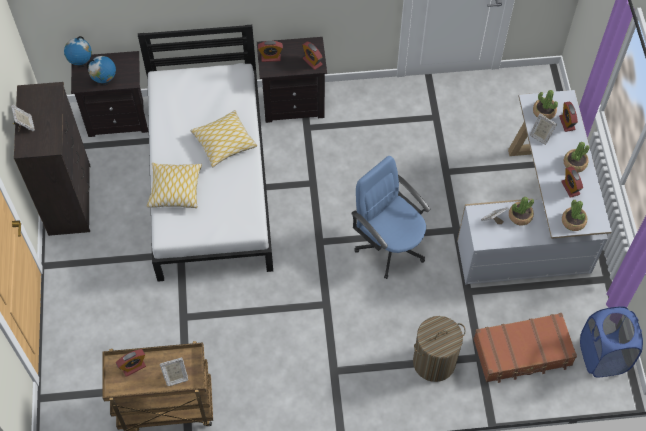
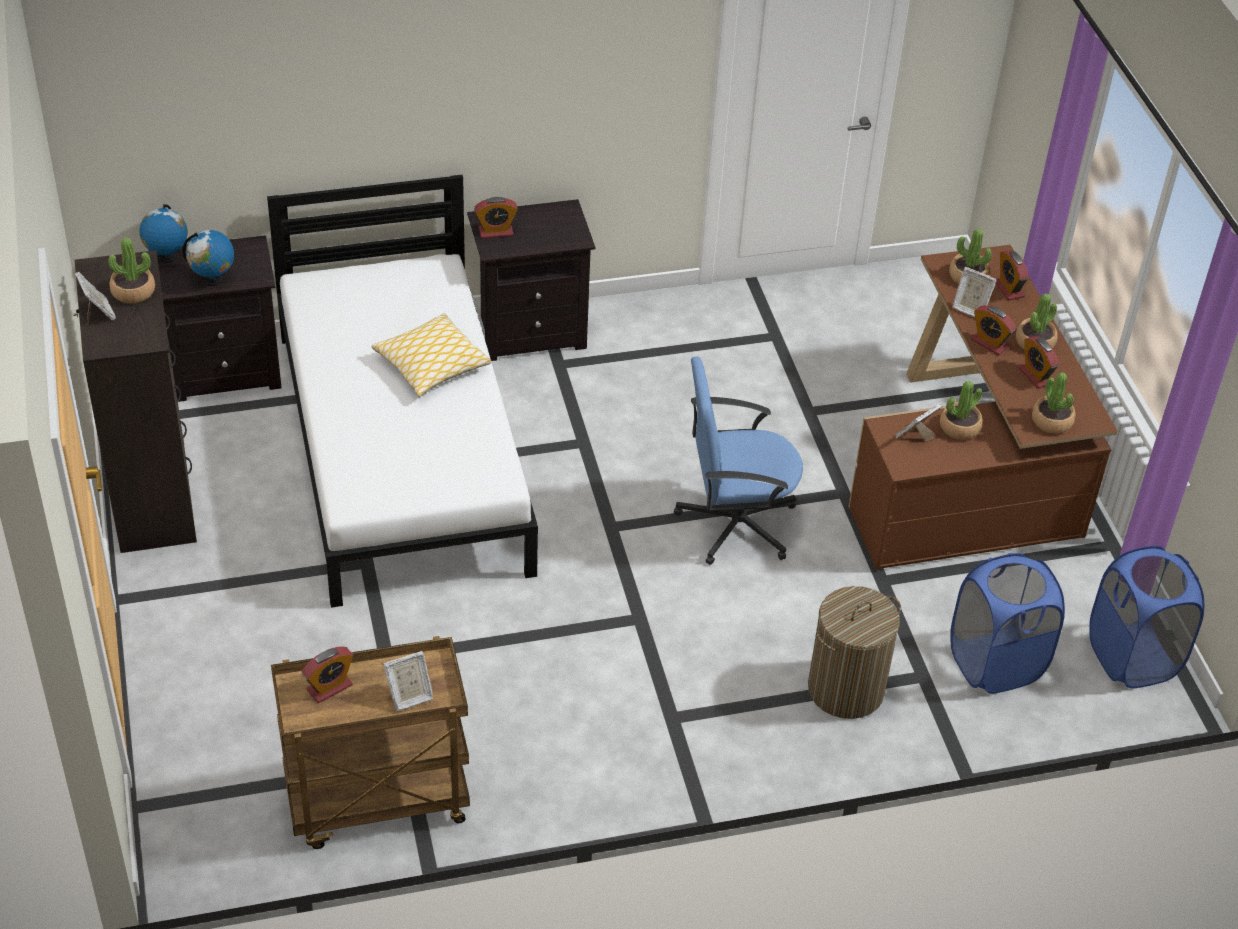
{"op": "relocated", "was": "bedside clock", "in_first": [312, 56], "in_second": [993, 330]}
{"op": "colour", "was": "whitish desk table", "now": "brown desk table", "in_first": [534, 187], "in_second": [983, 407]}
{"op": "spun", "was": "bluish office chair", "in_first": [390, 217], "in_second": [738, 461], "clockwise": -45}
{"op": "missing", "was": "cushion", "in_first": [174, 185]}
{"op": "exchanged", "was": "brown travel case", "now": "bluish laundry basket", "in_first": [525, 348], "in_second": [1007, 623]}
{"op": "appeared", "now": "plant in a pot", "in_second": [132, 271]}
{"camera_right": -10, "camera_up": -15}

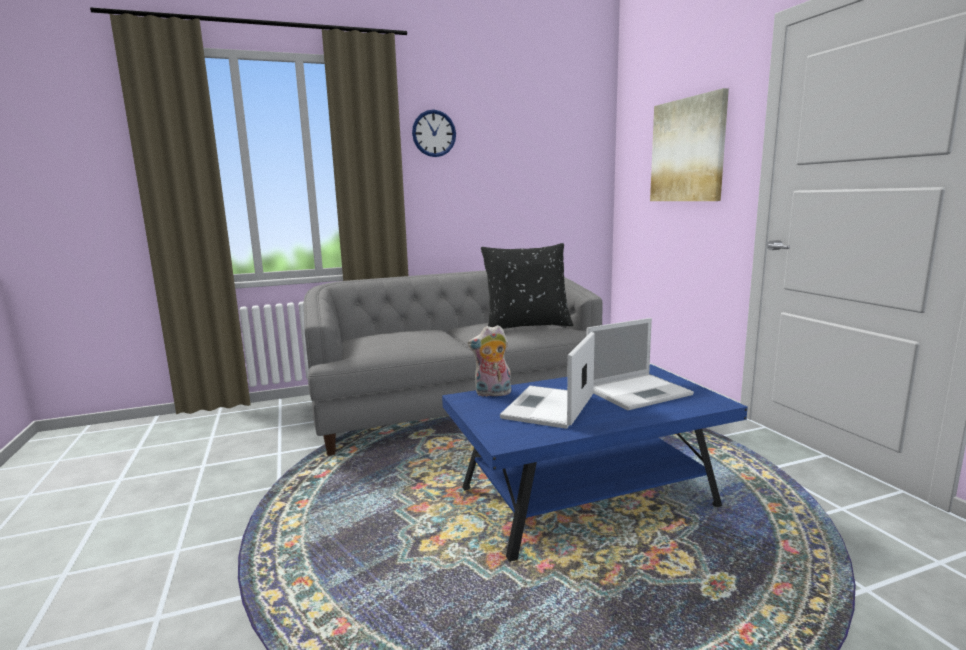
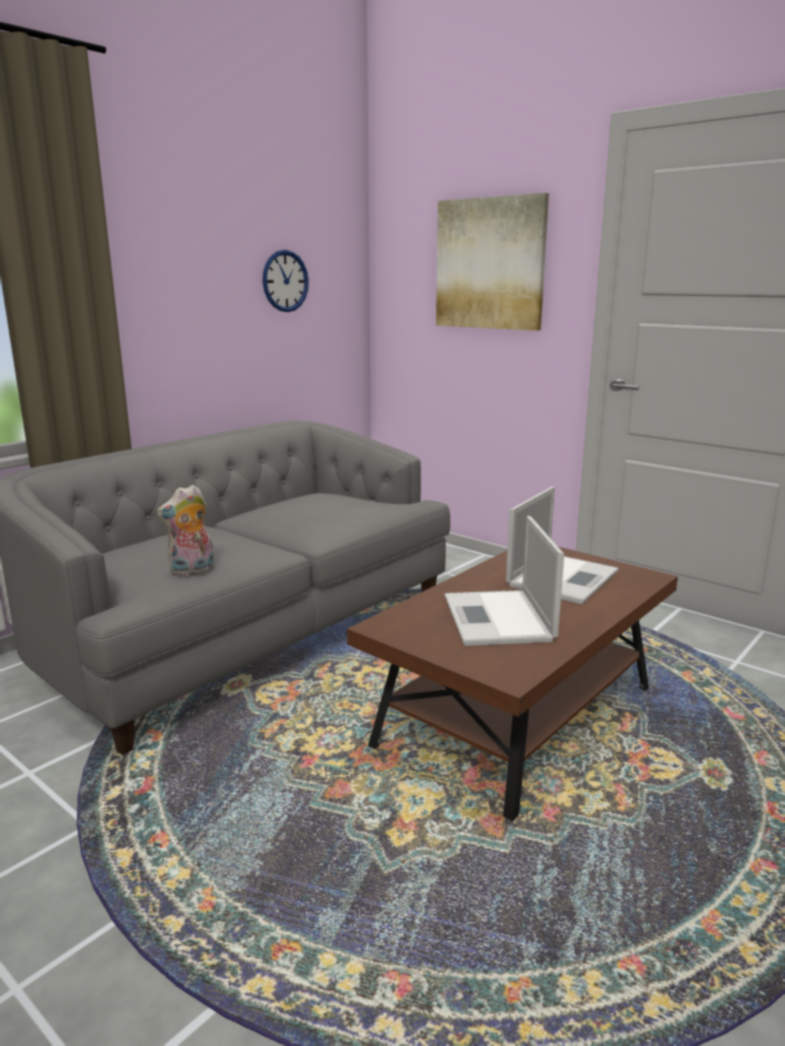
{"op": "relocated", "was": "wall clock", "in_first": [434, 133], "in_second": [286, 281]}
{"op": "missing", "was": "black cushion", "in_first": [527, 286]}
{"op": "relocated", "was": "cuddly toy", "in_first": [489, 361], "in_second": [185, 530]}
{"op": "colour", "was": "bluish coffee table", "now": "brown coffee table", "in_first": [595, 463], "in_second": [512, 684]}
{"camera_right": -30, "camera_up": 5}

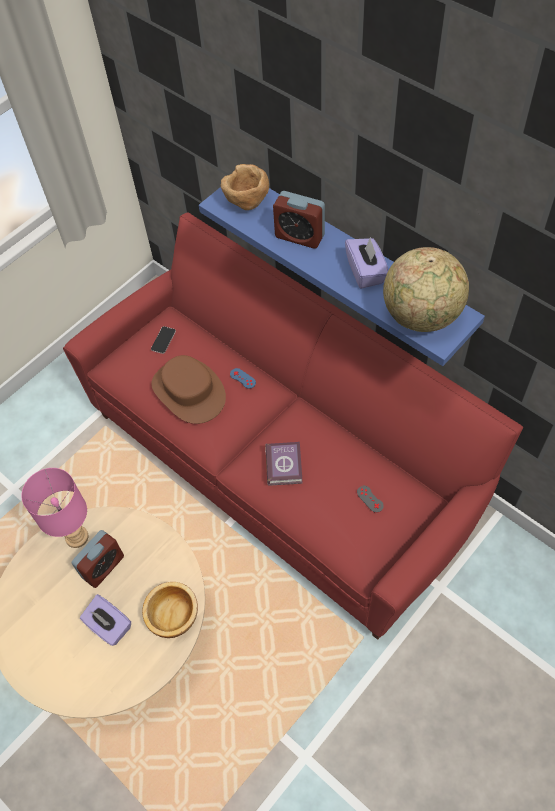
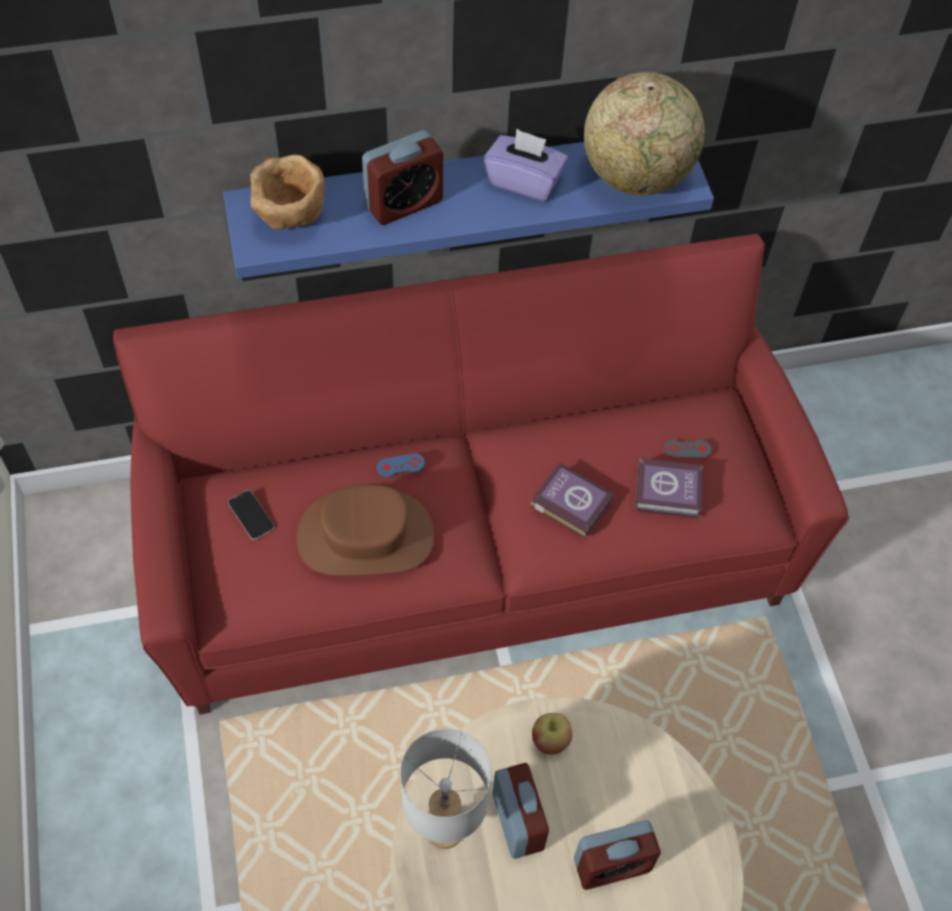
{"op": "colour", "was": "pink-coloured lamp for a table", "now": "grey lamp for a table", "in_first": [55, 508], "in_second": [446, 788]}
{"op": "missing", "was": "deep dish", "in_first": [170, 610]}
{"op": "exchanged", "was": "purple-coloured box of tissues", "now": "bedside clock", "in_first": [105, 620], "in_second": [617, 855]}
{"op": "appeared", "now": "volume", "in_second": [669, 488]}
{"op": "appeared", "now": "apple", "in_second": [552, 734]}
{"camera_right": -60, "camera_up": 0}

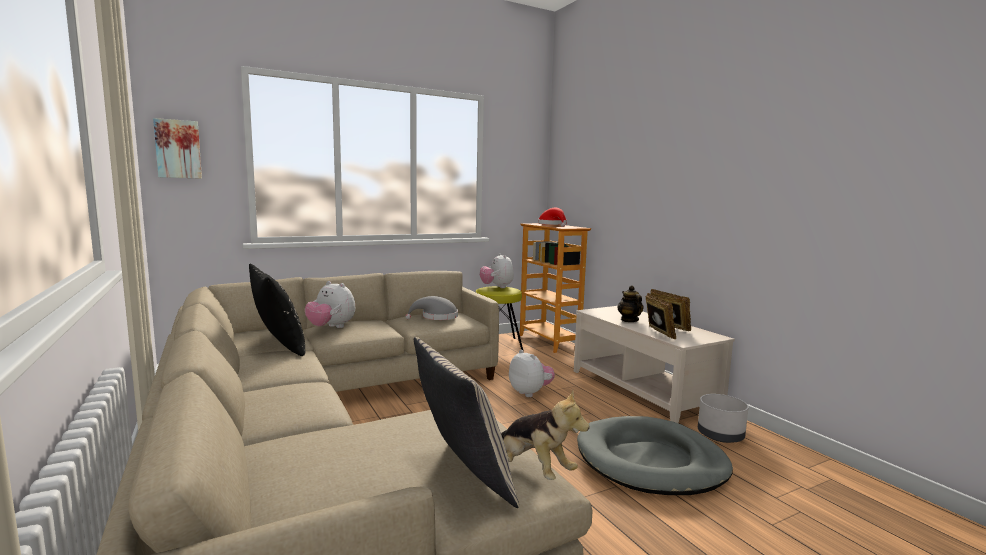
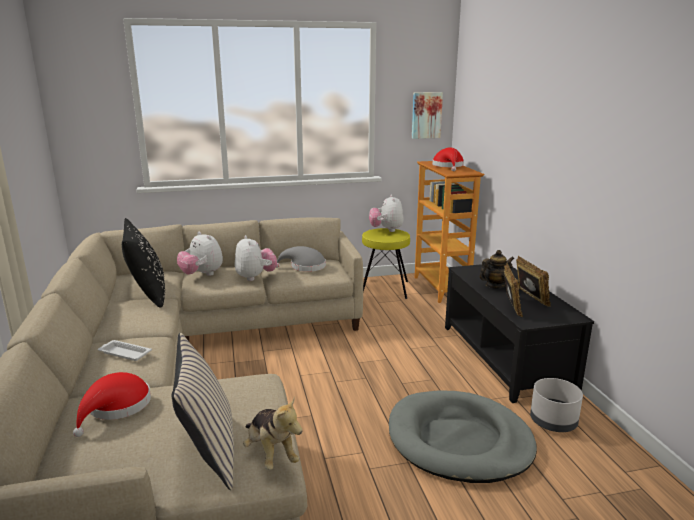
{"op": "relocated", "was": "wall art", "in_first": [177, 148], "in_second": [427, 115]}
{"op": "spun", "was": "tea pot", "in_first": [631, 303], "in_second": [496, 269], "clockwise": 60}
{"op": "colour", "was": "sand-coloured coffee table", "now": "black coffee table", "in_first": [654, 364], "in_second": [519, 333]}
{"op": "relocated", "was": "cuddly toy", "in_first": [532, 373], "in_second": [256, 258]}
{"op": "appeared", "now": "whitish serving tray", "in_second": [125, 350]}
{"op": "appeared", "now": "reddish wearable hat", "in_second": [112, 404]}
{"camera_right": 15, "camera_up": 10}

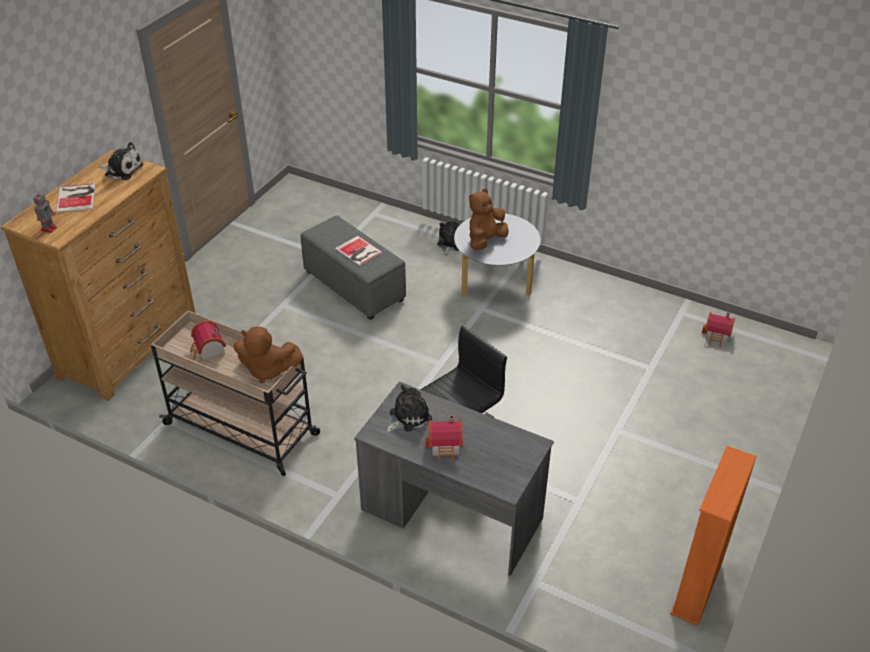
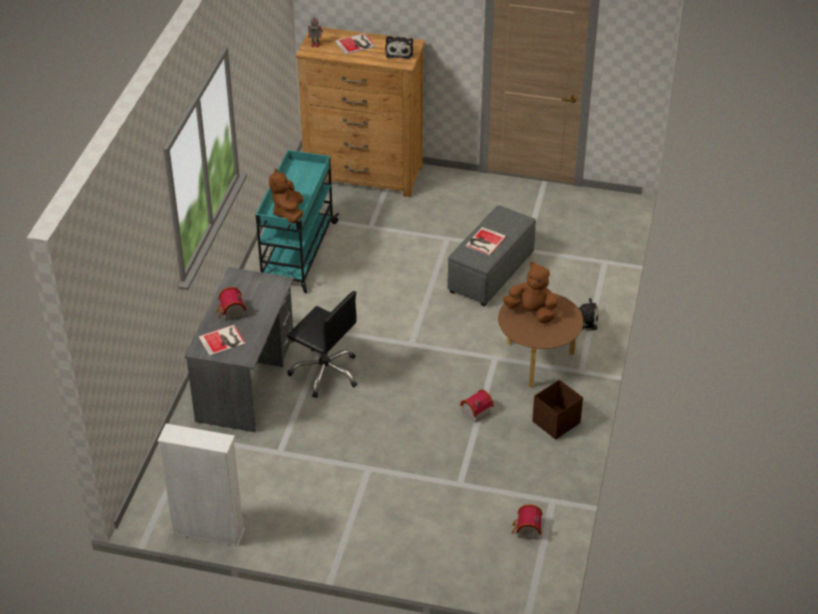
{"op": "colour", "was": "grey coffee table", "now": "brown coffee table", "in_first": [497, 255], "in_second": [540, 340]}
{"op": "colour", "was": "sand-coloured wheeled cart", "now": "turquoise-coloured wheeled cart", "in_first": [235, 393], "in_second": [297, 221]}
{"op": "relocated", "was": "model house", "in_first": [208, 341], "in_second": [477, 406]}
{"op": "missing", "was": "cuddly toy", "in_first": [409, 408]}
{"op": "colour", "was": "orangey bookcase", "now": "whitish bookcase", "in_first": [713, 536], "in_second": [201, 485]}
{"op": "appeared", "now": "volume", "in_second": [222, 340]}
{"op": "appeared", "now": "brown storage box", "in_second": [557, 410]}
{"camera_right": 75, "camera_up": 0}

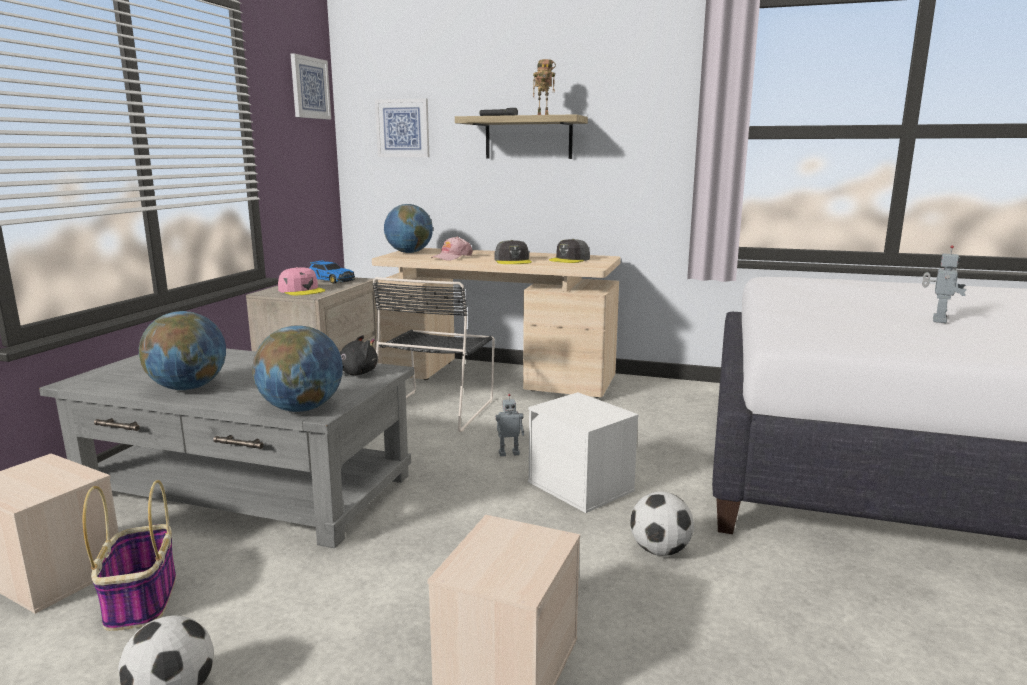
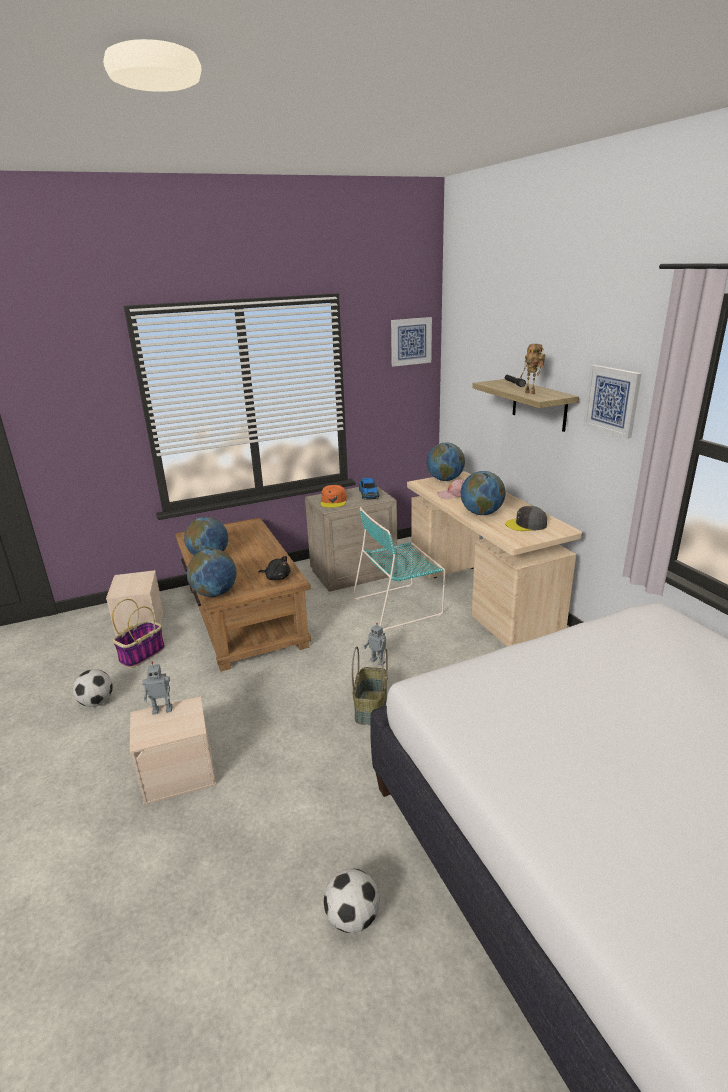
{"op": "relocated", "was": "wall art", "in_first": [402, 127], "in_second": [612, 402]}
{"op": "exchanged", "was": "grey cap", "now": "desk globe", "in_first": [513, 252], "in_second": [483, 493]}
{"op": "relocated", "was": "model robot", "in_first": [944, 284], "in_second": [157, 688]}
{"op": "colour", "was": "pink-coloured cap", "now": "orangey cap", "in_first": [301, 281], "in_second": [333, 496]}
{"op": "colour", "was": "black chair", "now": "turquoise-coloured chair", "in_first": [433, 354], "in_second": [399, 569]}
{"op": "colour", "was": "grey coffee table", "now": "brown coffee table", "in_first": [226, 448], "in_second": [243, 595]}
{"op": "exchanged", "was": "whitish storage box", "now": "household basket", "in_first": [583, 452], "in_second": [370, 685]}
{"op": "relocated", "was": "ball for football", "in_first": [662, 523], "in_second": [352, 900]}
{"camera_right": 50, "camera_up": 10}

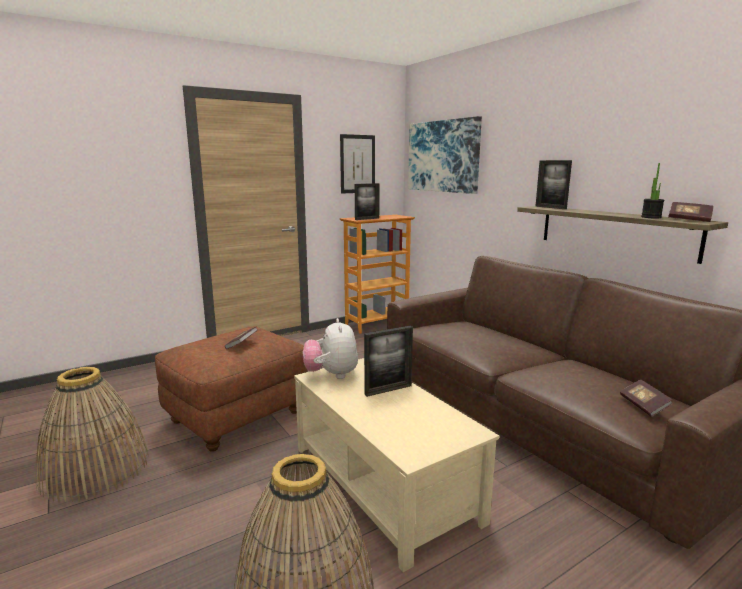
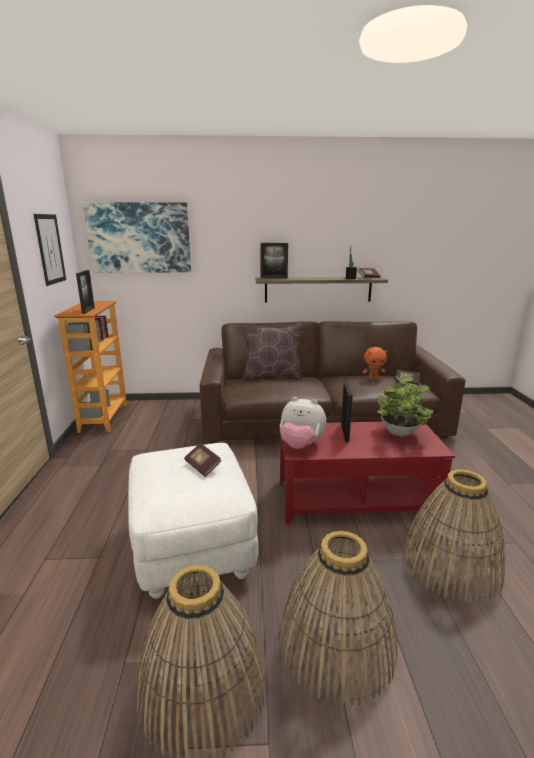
{"op": "colour", "was": "brown pouffe", "now": "whitish pouffe", "in_first": [231, 389], "in_second": [193, 521]}
{"op": "colour", "was": "sand-coloured coffee table", "now": "reddish coffee table", "in_first": [396, 465], "in_second": [367, 473]}
{"op": "appeared", "now": "brown cushion", "in_second": [273, 352]}
{"op": "appeared", "now": "orangey cuddly toy", "in_second": [374, 363]}
{"op": "appeared", "now": "plant in a pot", "in_second": [405, 406]}
{"op": "appeared", "now": "household basket", "in_second": [338, 618]}
{"camera_right": -60, "camera_up": 5}

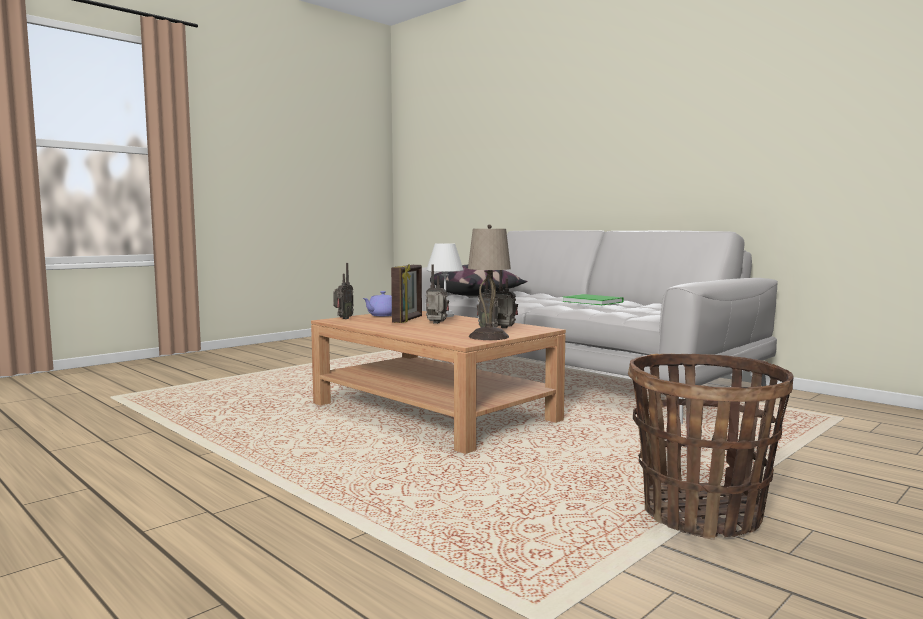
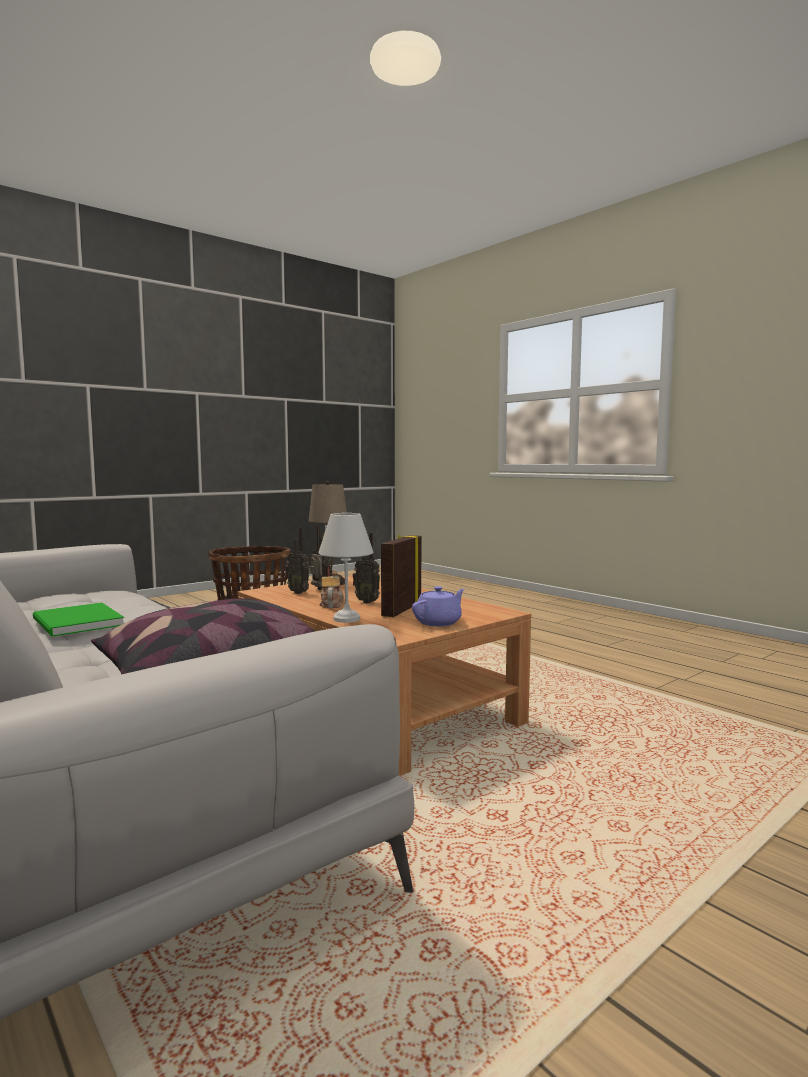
{"op": "missing", "was": "radio receiver", "in_first": [343, 291]}
{"op": "appeared", "now": "tea pot", "in_second": [331, 589]}
{"camera_right": -175, "camera_up": 0}

